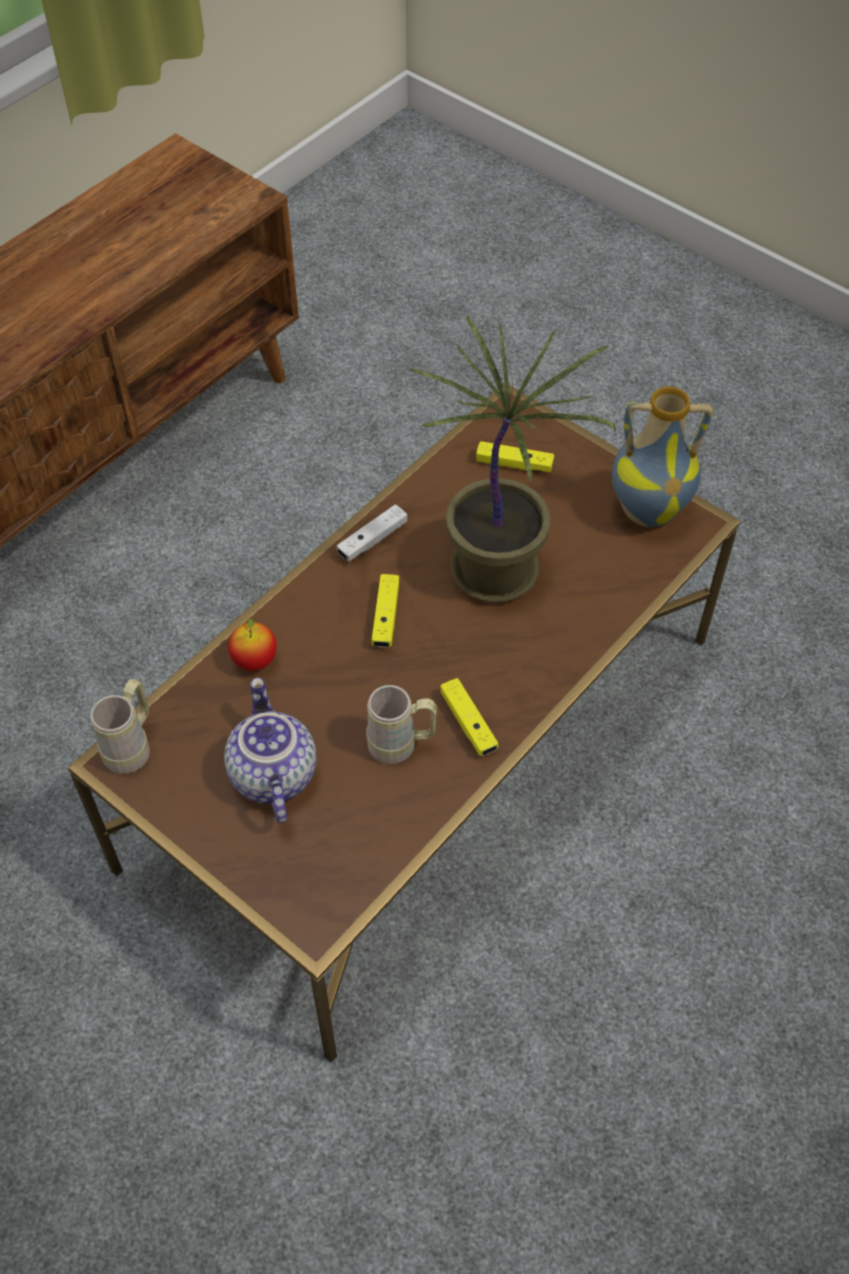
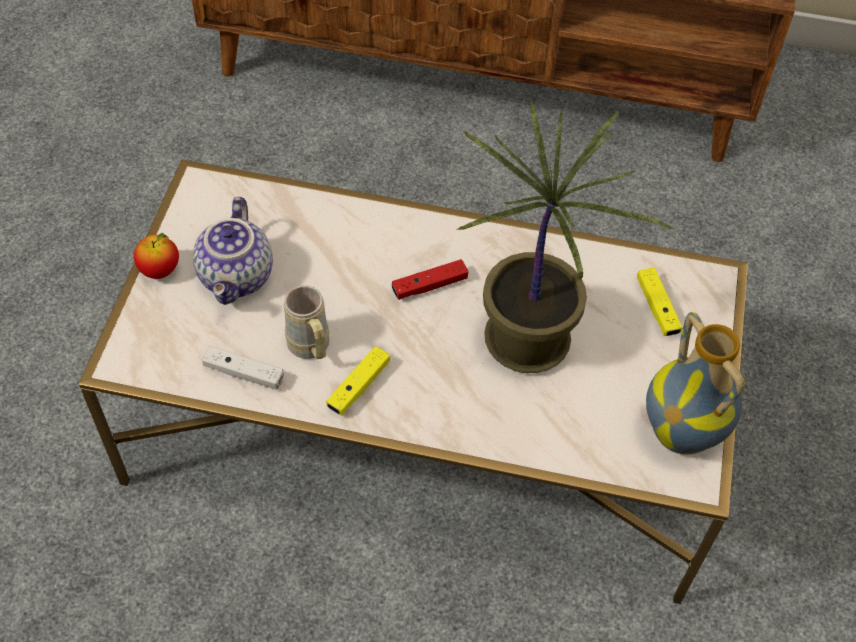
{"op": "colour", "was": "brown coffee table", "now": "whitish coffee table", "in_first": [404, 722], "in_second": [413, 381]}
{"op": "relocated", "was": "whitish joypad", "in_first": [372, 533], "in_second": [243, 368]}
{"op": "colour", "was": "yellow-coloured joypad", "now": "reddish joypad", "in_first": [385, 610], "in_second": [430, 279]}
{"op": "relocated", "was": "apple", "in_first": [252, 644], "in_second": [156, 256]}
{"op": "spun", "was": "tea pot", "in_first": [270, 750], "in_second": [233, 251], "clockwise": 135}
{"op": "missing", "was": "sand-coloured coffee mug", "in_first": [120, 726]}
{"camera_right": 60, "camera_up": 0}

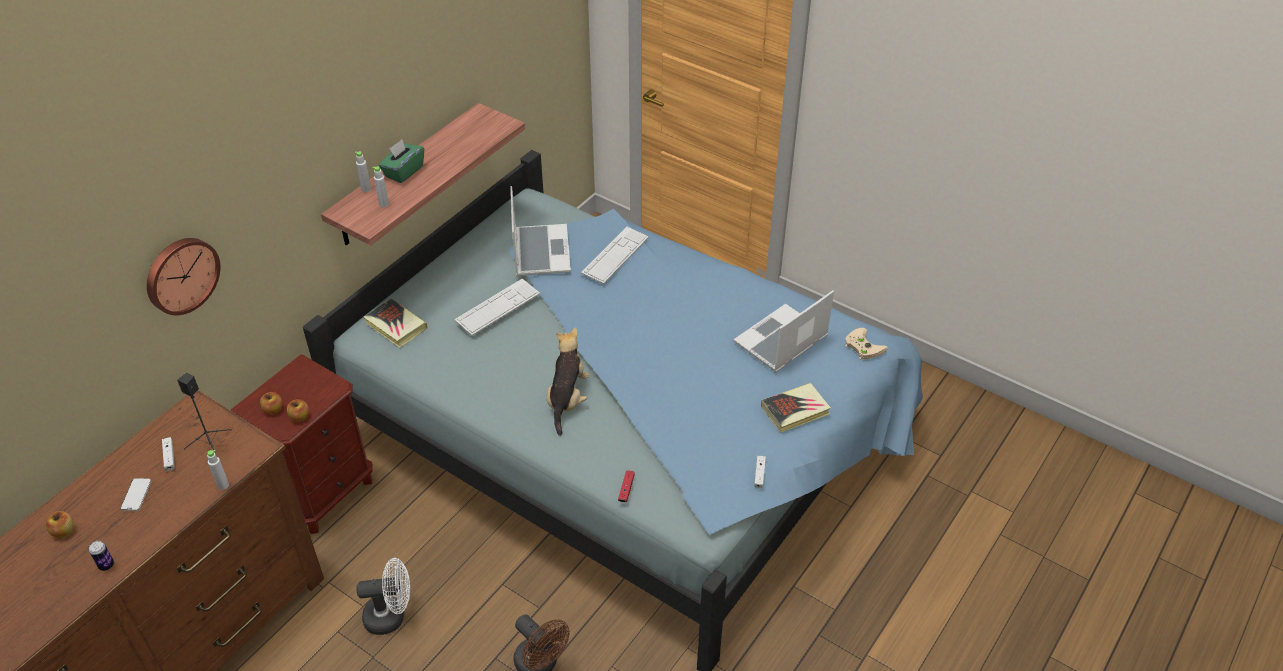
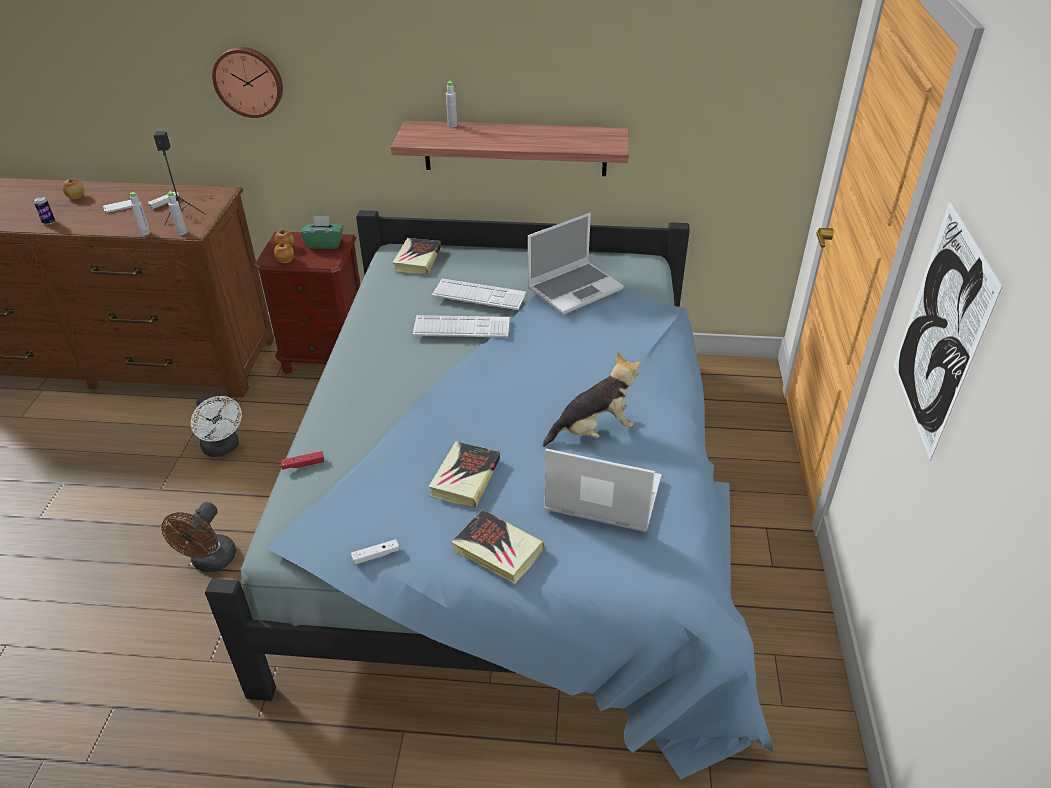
{"op": "relocated", "was": "green box of tissues", "in_first": [401, 161], "in_second": [321, 232]}
{"op": "relocated", "was": "grey drink bottle", "in_first": [381, 186], "in_second": [177, 213]}
{"op": "relocated", "was": "PC keyboard", "in_first": [615, 255], "in_second": [461, 326]}
{"op": "relocated", "was": "cuddly toy", "in_first": [568, 382], "in_second": [591, 399]}
{"op": "missing", "was": "sand-coloured joypad", "in_first": [866, 344]}
{"op": "appeared", "now": "wall art", "in_second": [948, 331]}
{"op": "appeared", "now": "volume", "in_second": [464, 474]}
{"camera_right": 60, "camera_up": -5}

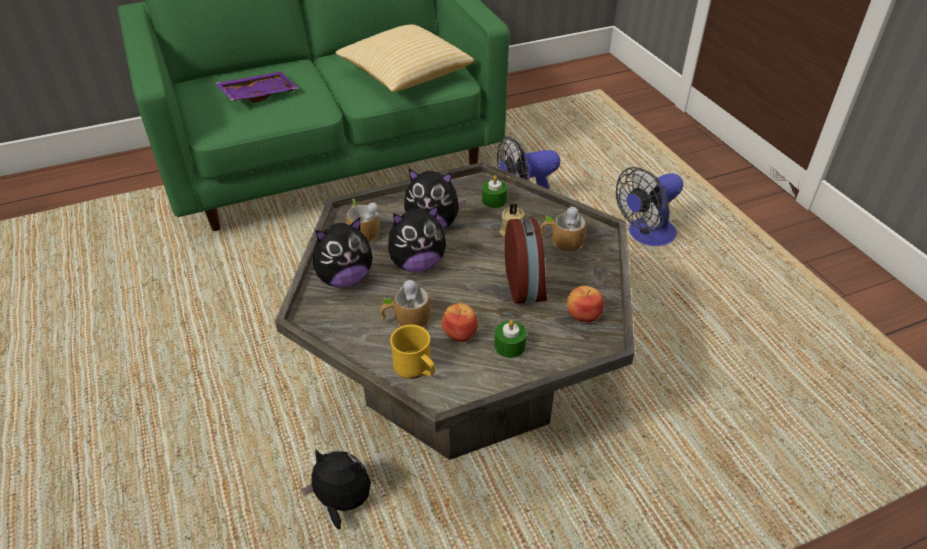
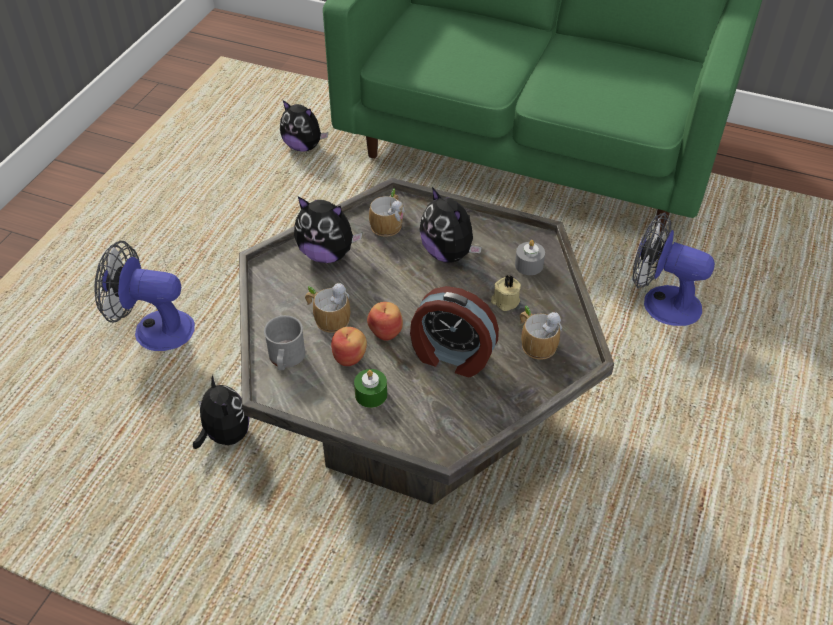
{"op": "missing", "was": "cushion", "in_first": [404, 58]}
{"op": "missing", "was": "purple-coloured serving tray", "in_first": [257, 87]}
{"op": "relocated", "was": "cooling fan", "in_first": [649, 206], "in_second": [144, 296]}
{"op": "colour", "was": "green wax light", "now": "grey wax light", "in_first": [494, 191], "in_second": [530, 257]}
{"op": "relocated", "was": "cuddly toy", "in_first": [417, 238], "in_second": [304, 125]}
{"op": "spun", "was": "bedside clock", "in_first": [526, 261], "in_second": [454, 331], "clockwise": 75}
{"op": "relocated", "was": "apple", "in_first": [585, 304], "in_second": [385, 321]}
{"op": "colour", "was": "yellow-coloured coffee mug", "now": "grey coffee mug", "in_first": [412, 352], "in_second": [284, 342]}
{"camera_right": 45, "camera_up": 5}

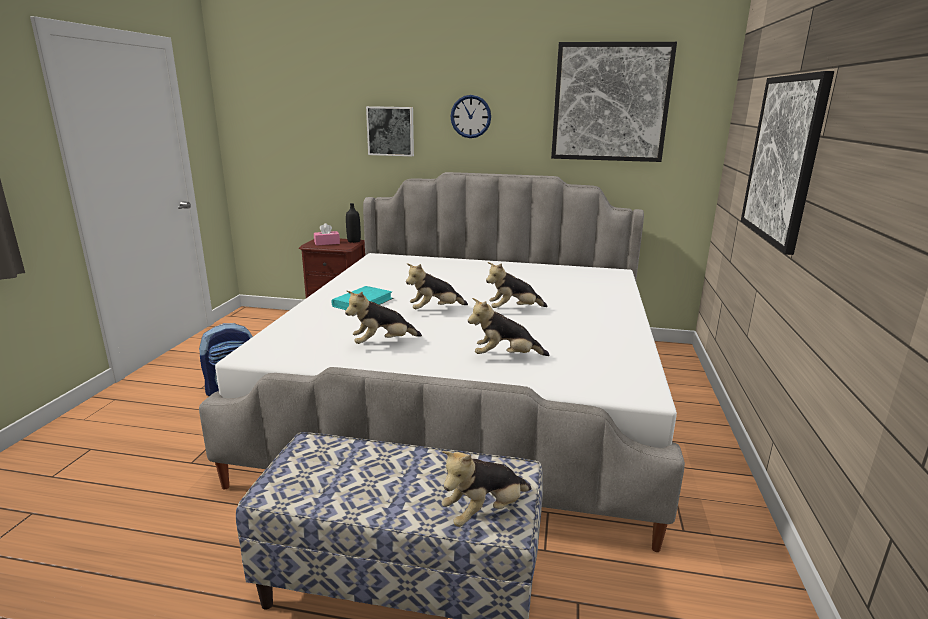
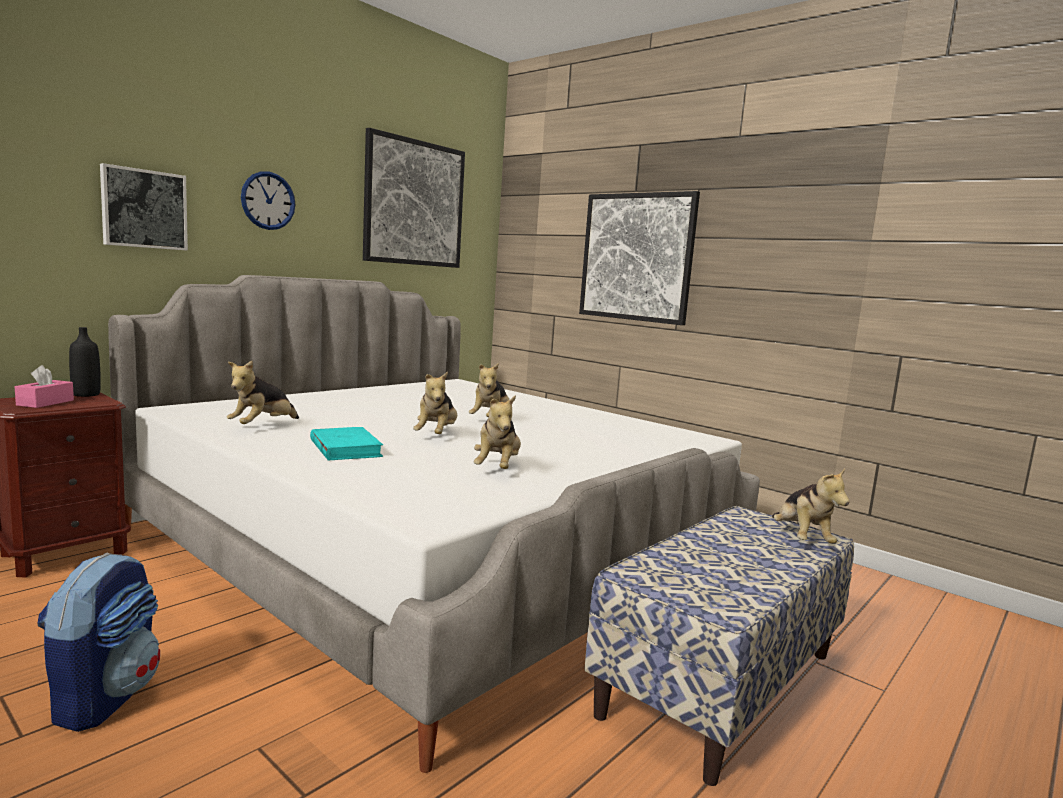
{"op": "relocated", "was": "cuddly toy", "in_first": [508, 327], "in_second": [263, 392]}
{"camera_right": -60, "camera_up": -10}

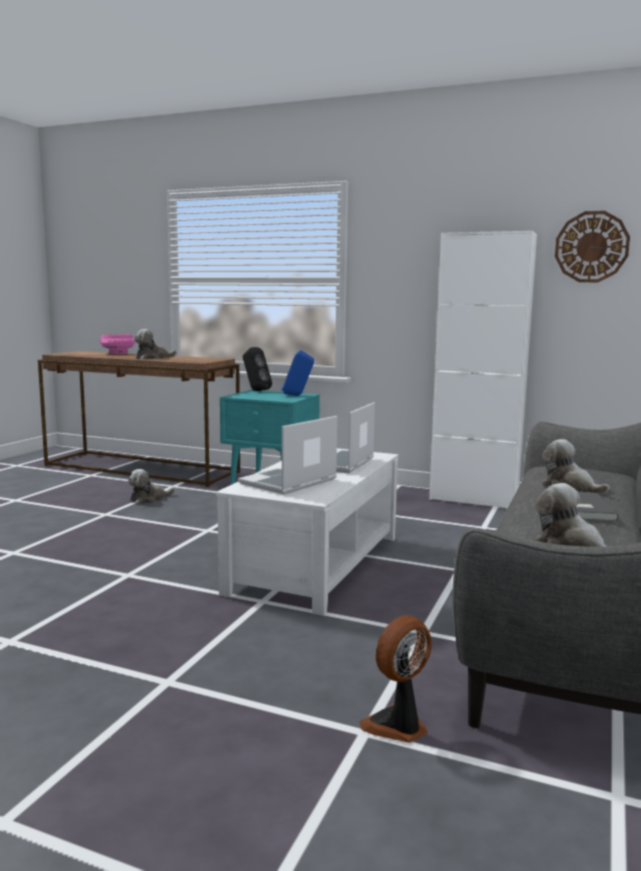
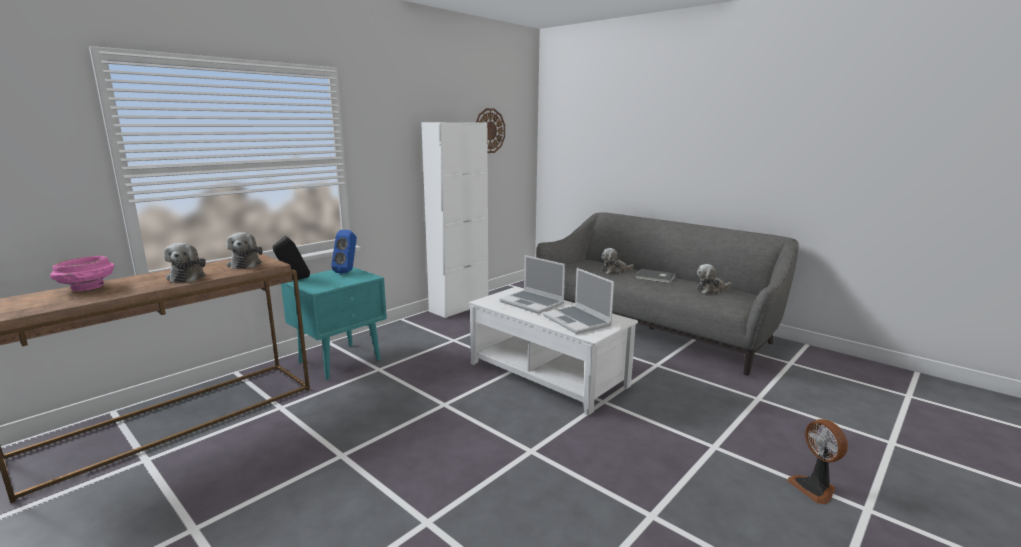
{"op": "relocated", "was": "cuddly toy", "in_first": [151, 486], "in_second": [244, 250]}
{"op": "relocated", "was": "cooling fan", "in_first": [395, 679], "in_second": [817, 461]}
{"camera_right": -70, "camera_up": 5}

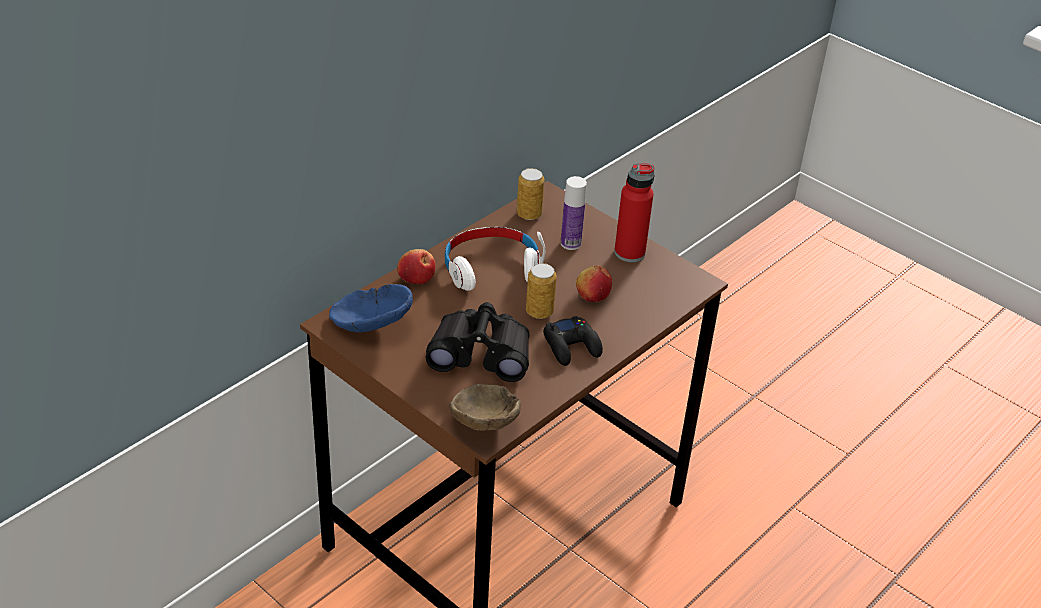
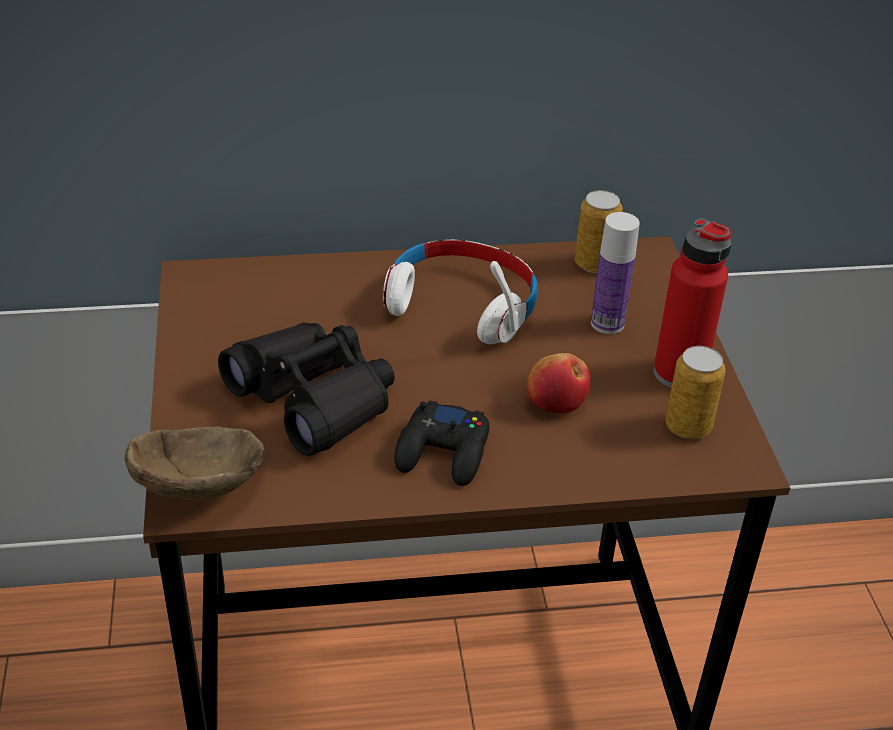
{"op": "missing", "was": "apple", "in_first": [416, 266]}
{"op": "relocated", "was": "sealed can", "in_first": [541, 291], "in_second": [695, 392]}
{"op": "missing", "was": "bluish deep dish", "in_first": [371, 308]}
{"camera_right": 40, "camera_up": 0}

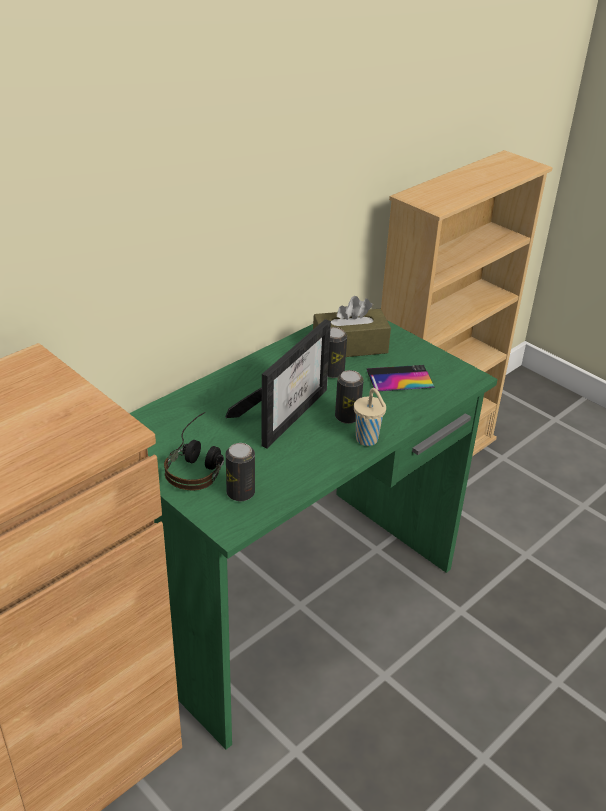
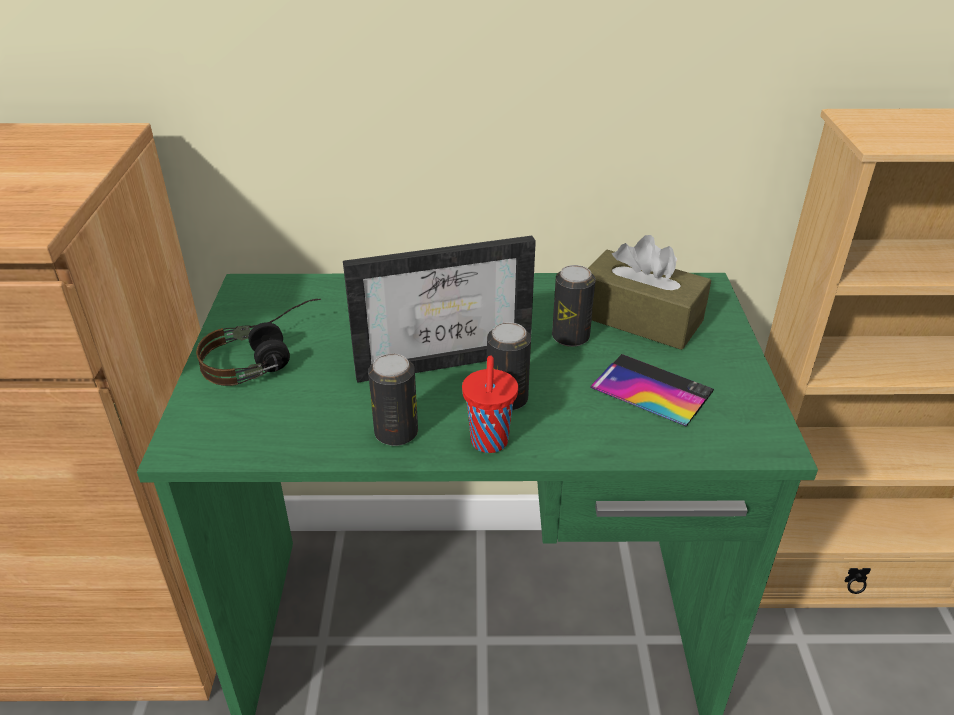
{"op": "colour", "was": "sand-coloured small cup", "now": "reddish small cup", "in_first": [370, 417], "in_second": [490, 404]}
{"op": "relocated", "was": "sealed can", "in_first": [240, 472], "in_second": [393, 400]}
{"camera_right": 45, "camera_up": 0}

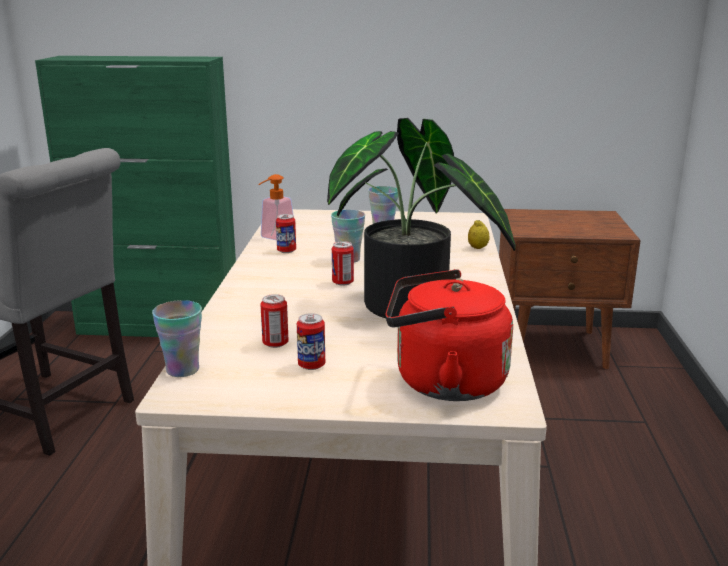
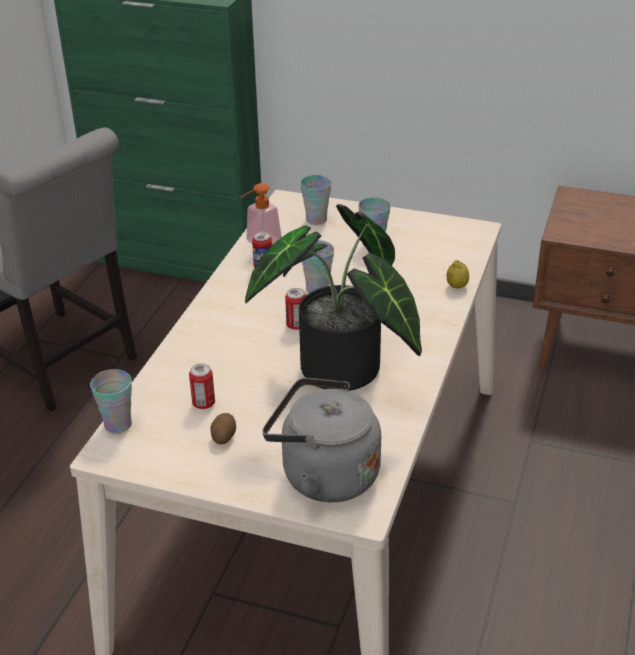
{"op": "colour", "was": "reddish kettle", "now": "grey kettle", "in_first": [449, 335], "in_second": [321, 440]}
{"op": "exchanged", "was": "sealed can", "now": "potato", "in_first": [311, 341], "in_second": [223, 428]}
{"op": "appeared", "now": "small cup", "in_second": [315, 200]}
{"camera_right": 15, "camera_up": 15}

